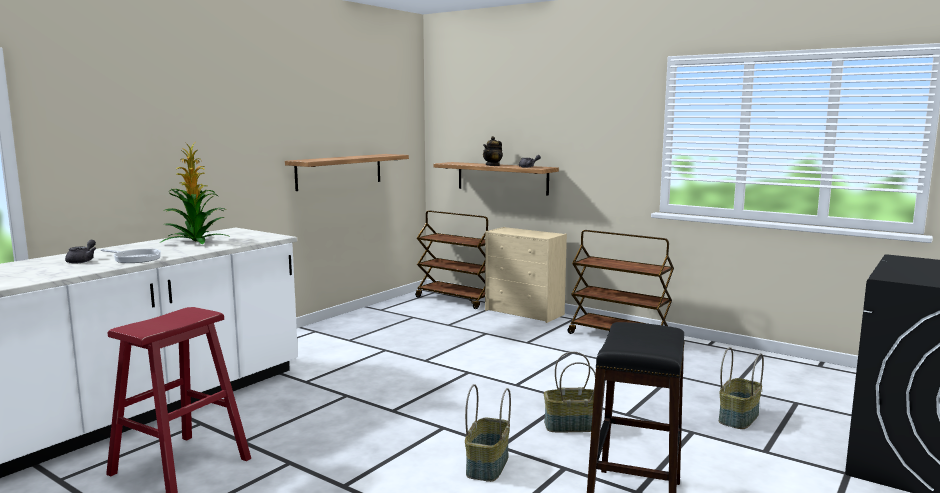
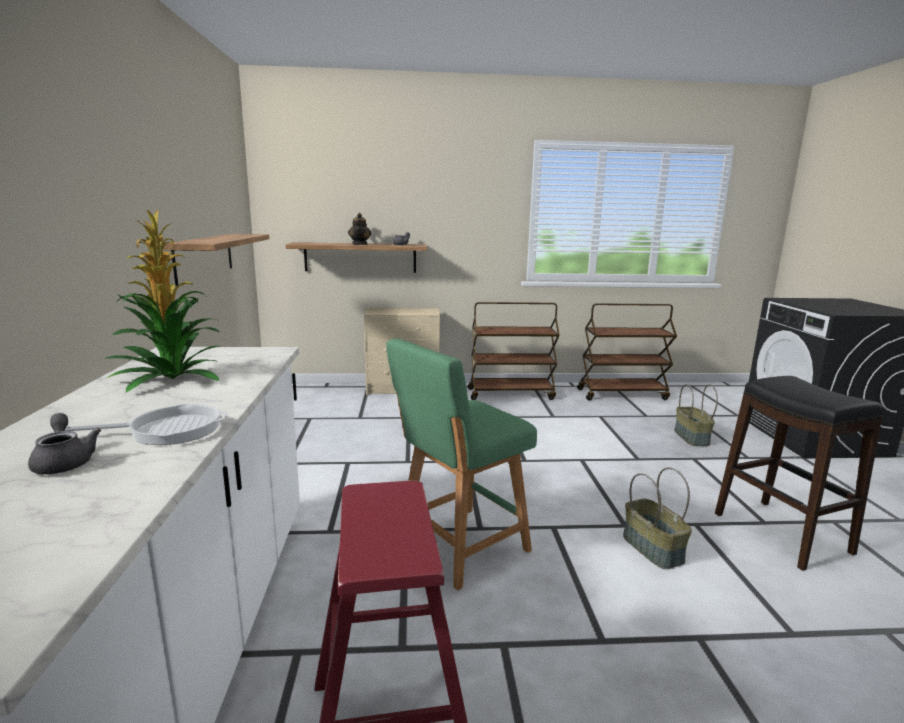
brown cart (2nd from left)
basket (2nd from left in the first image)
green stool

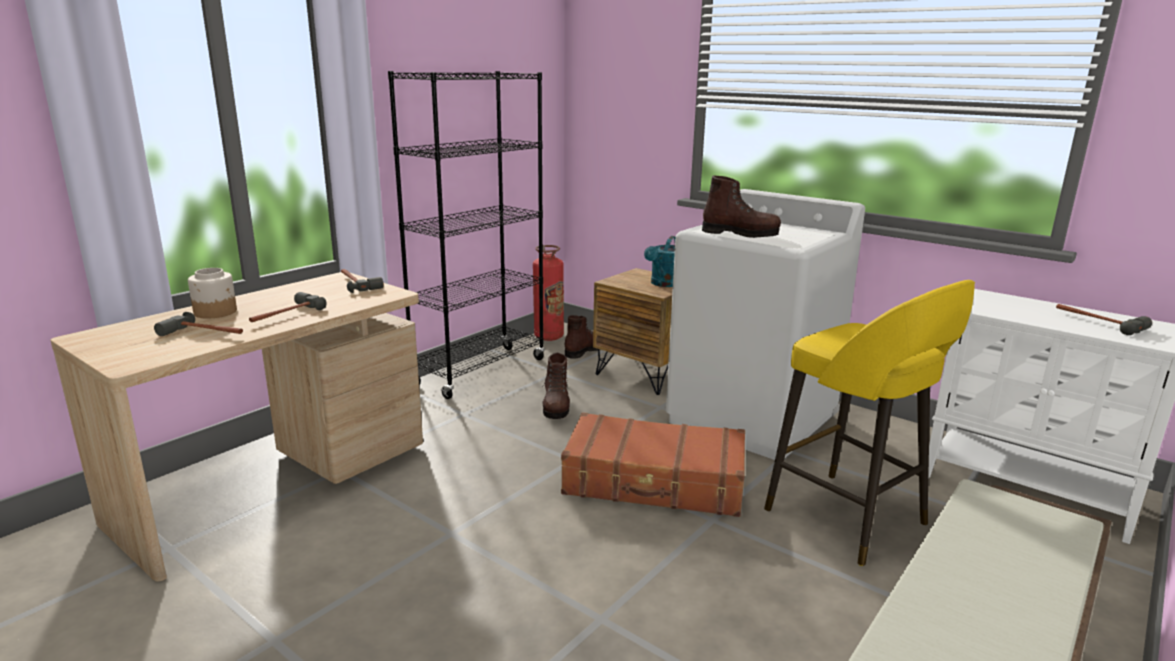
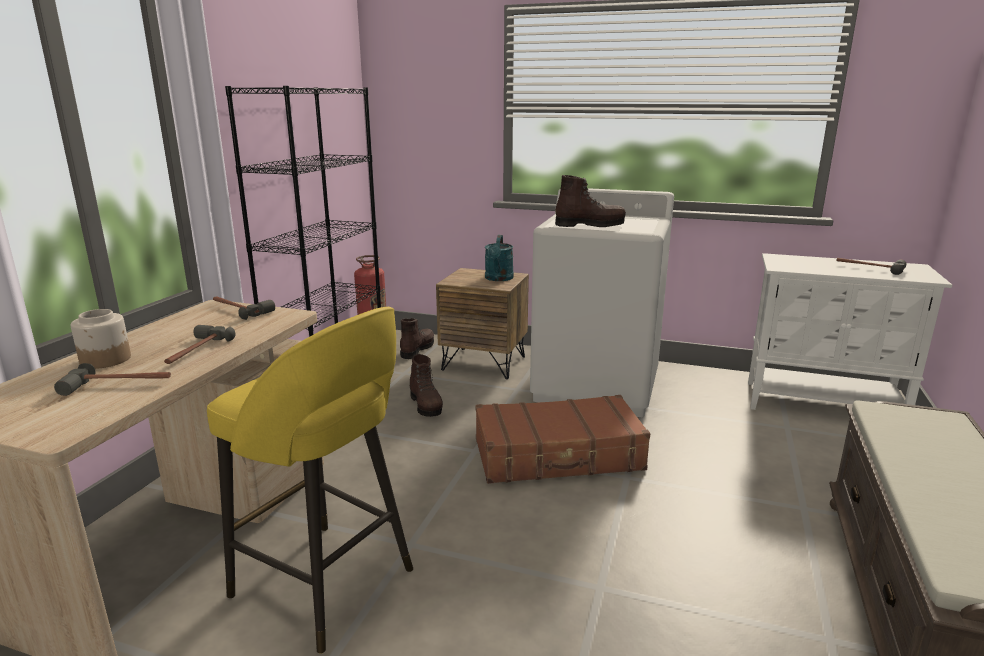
yellow stool

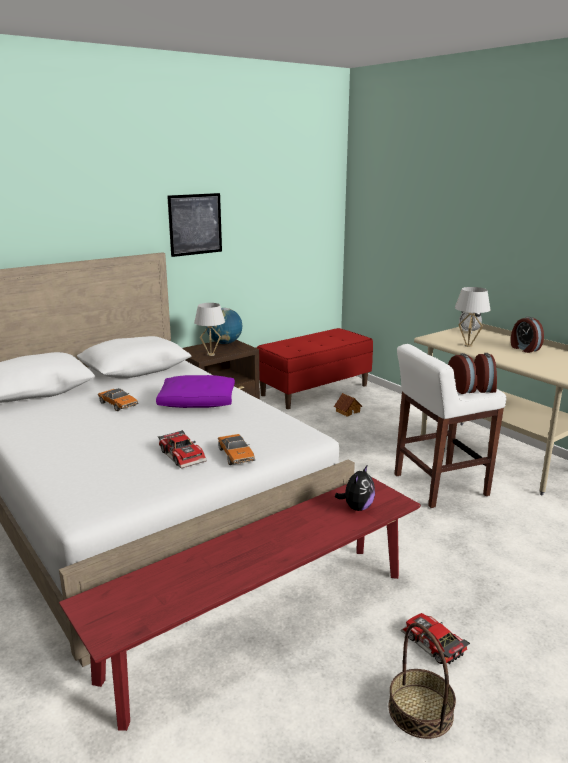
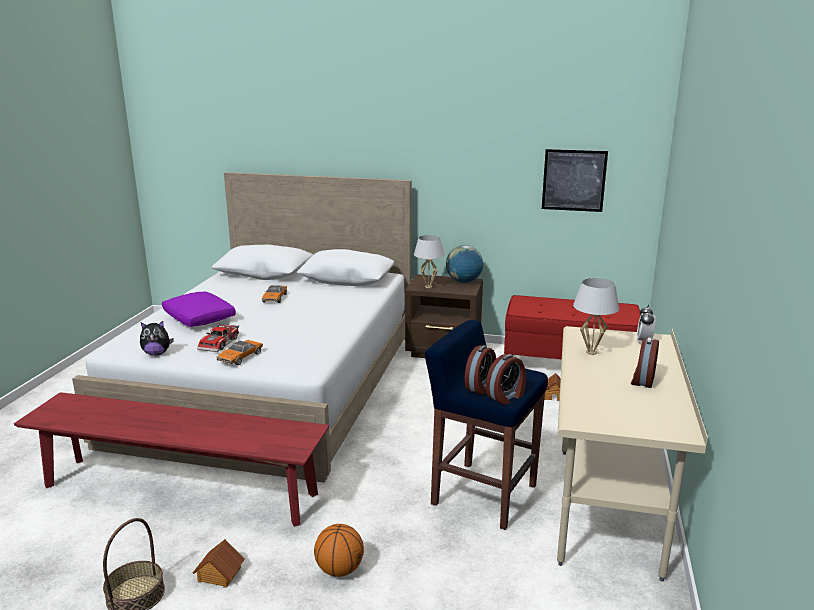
picture
blue stool
purple pillow
plush toy
toy house (1st from left)
basketball

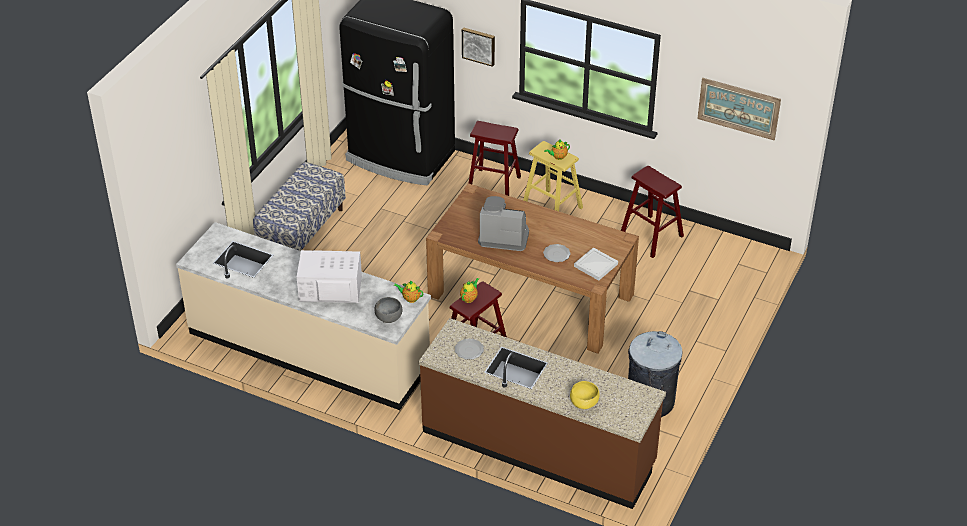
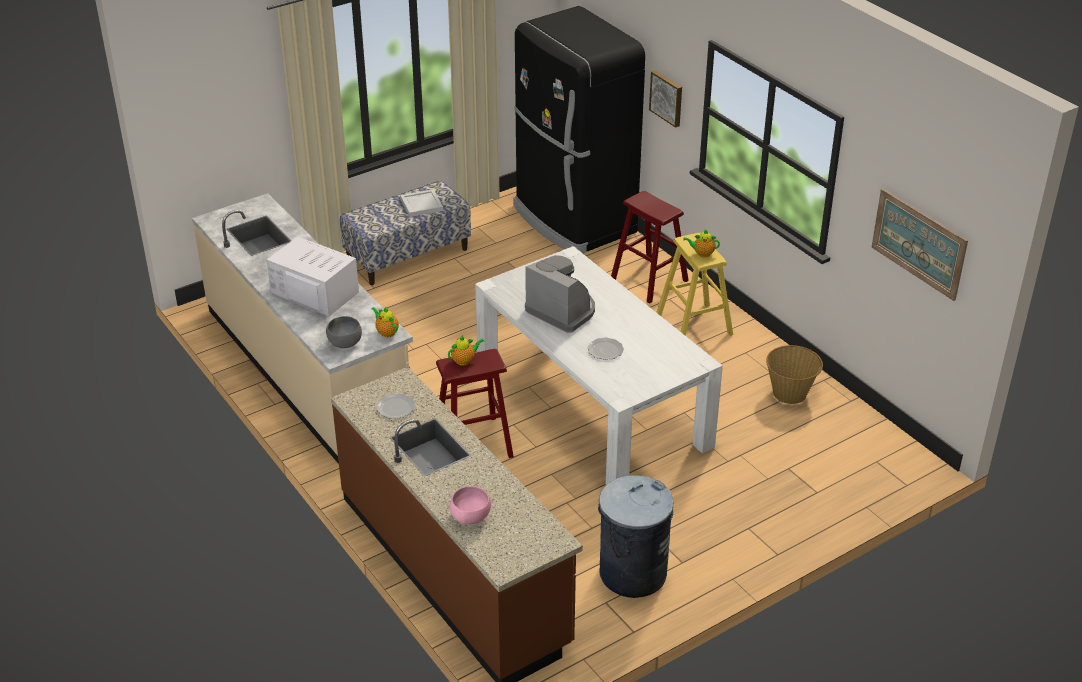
basket
white dining table
white tray
pink bowl

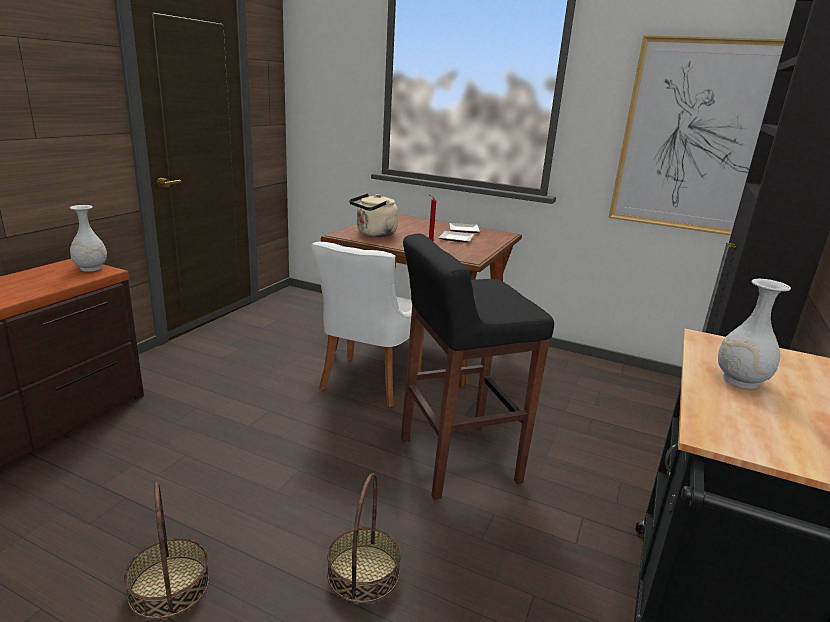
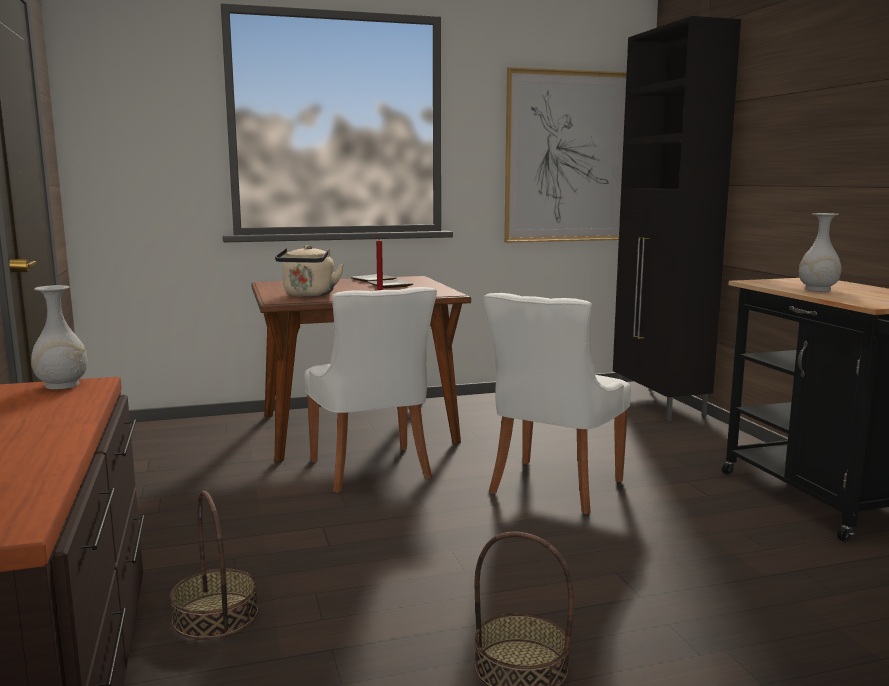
white chair (2nd from left)
basket (1st from left)

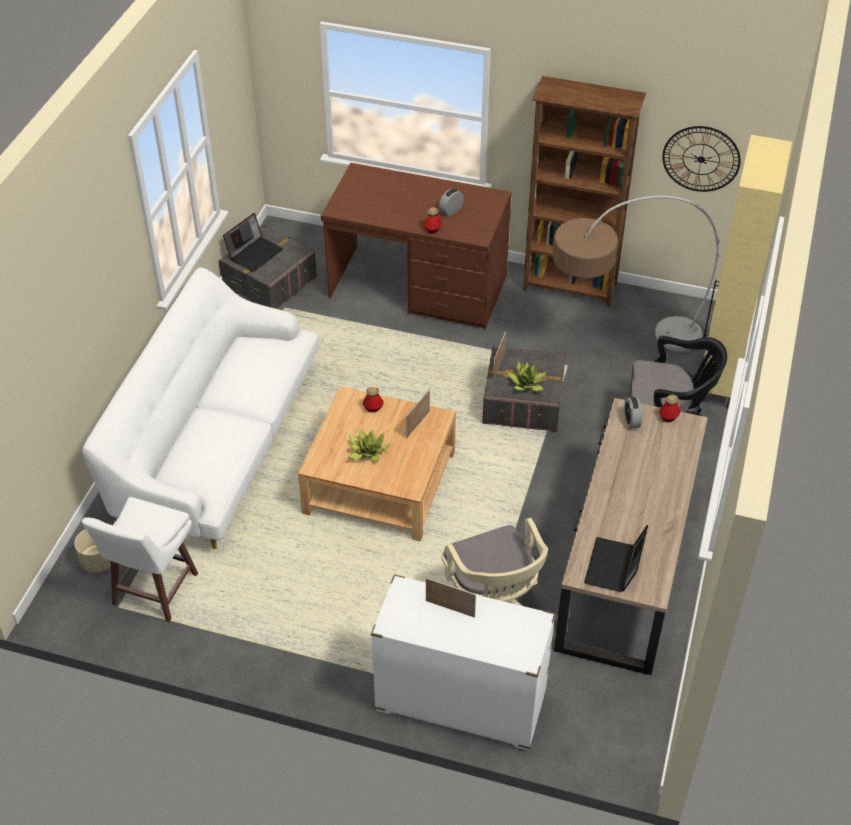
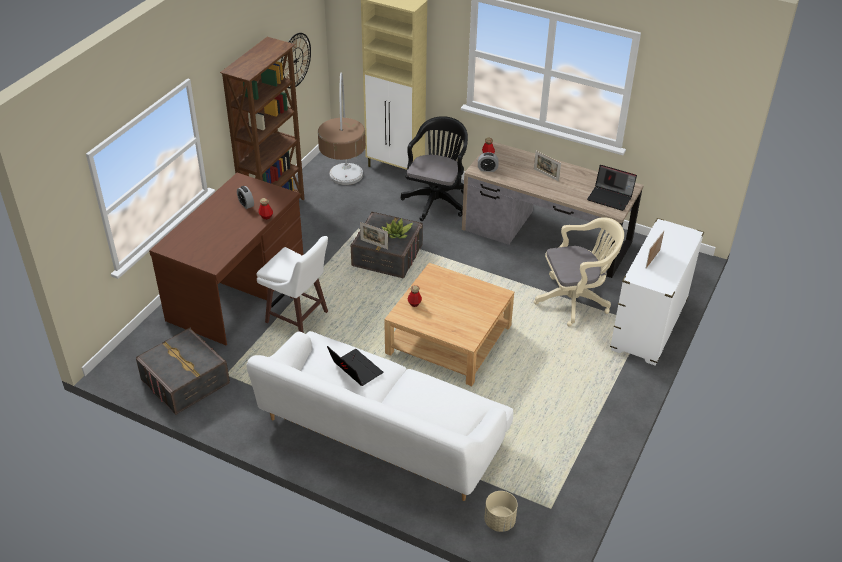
laptop (1st from left)
picture frame (2nd from left)
potted plant (1st from left in the first image)
white stool

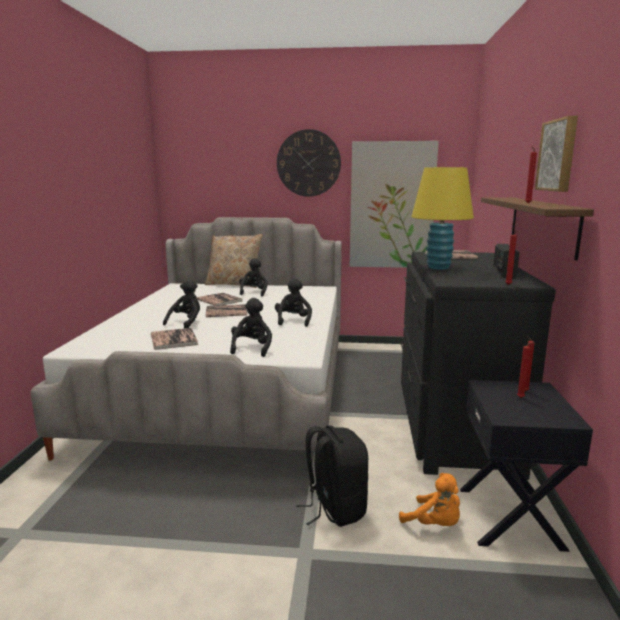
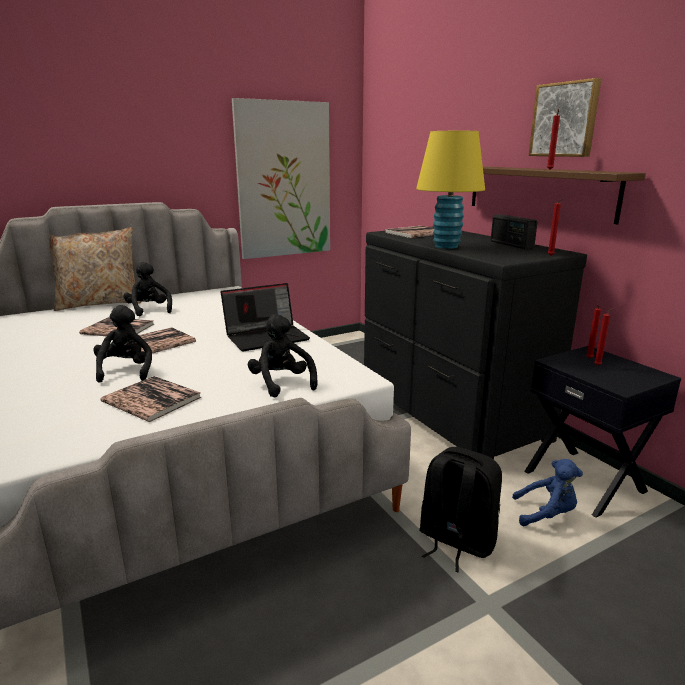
wall clock
laptop
blue plush toy

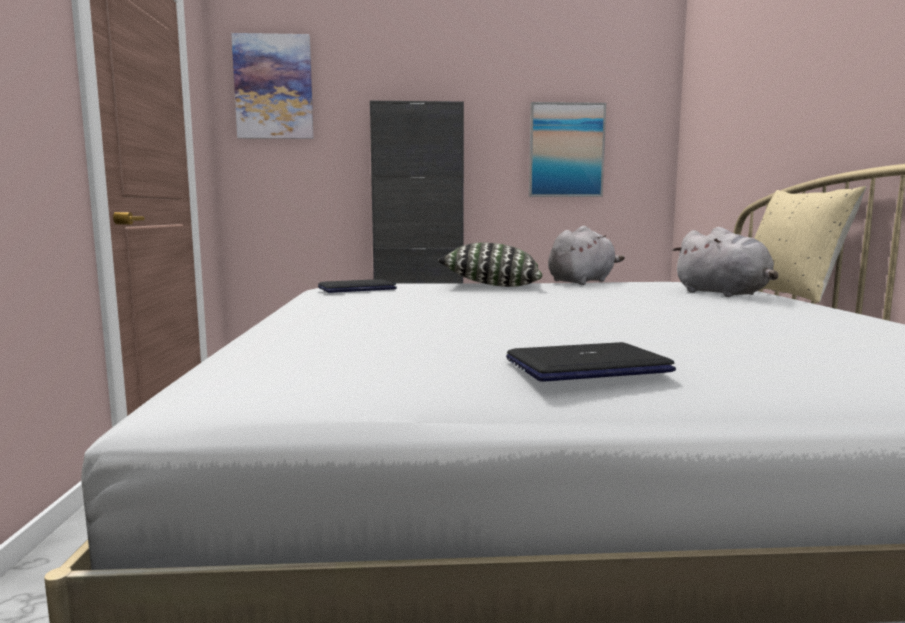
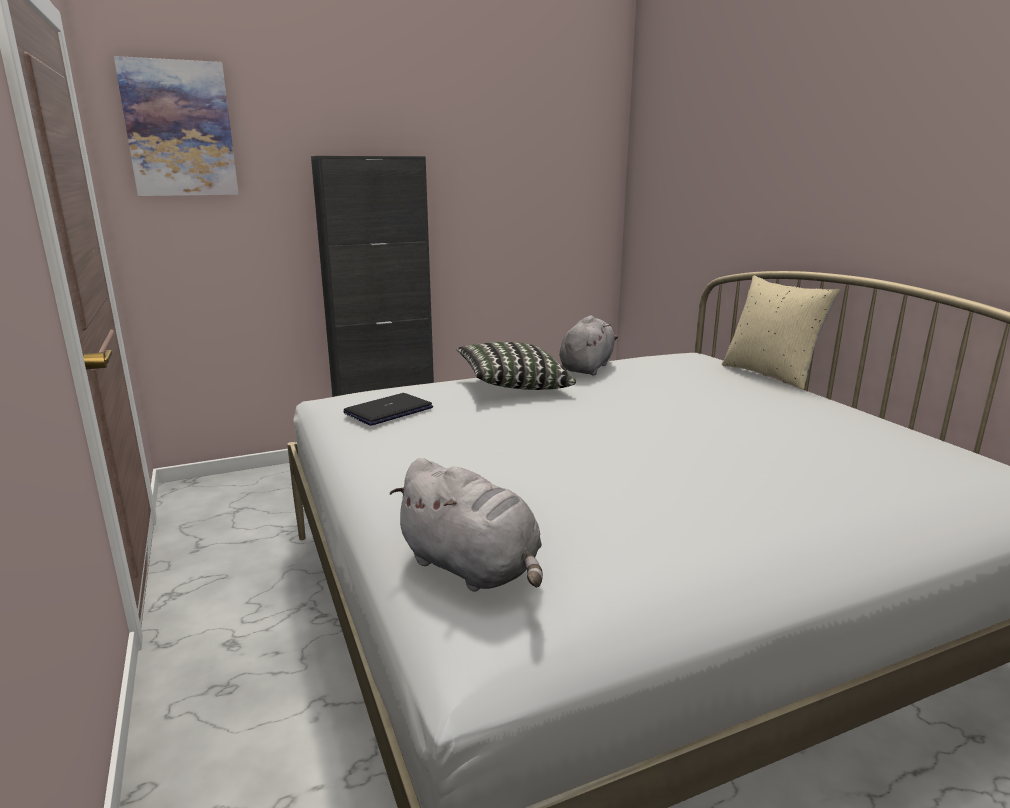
picture (2nd from left in the first image)
grey plush toy (1st from left)
laptop (2nd from left in the first image)

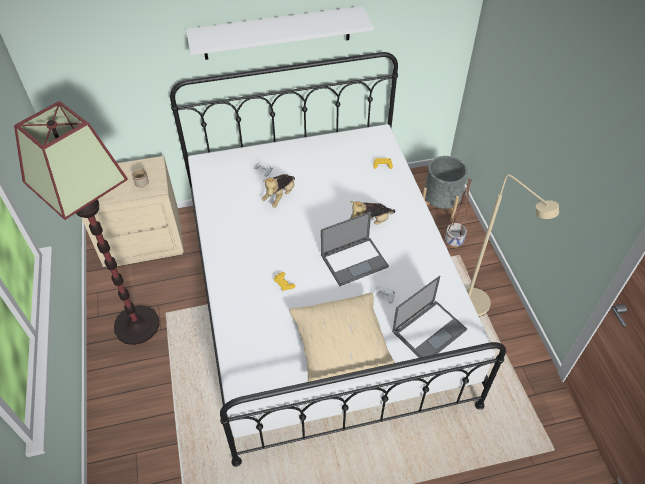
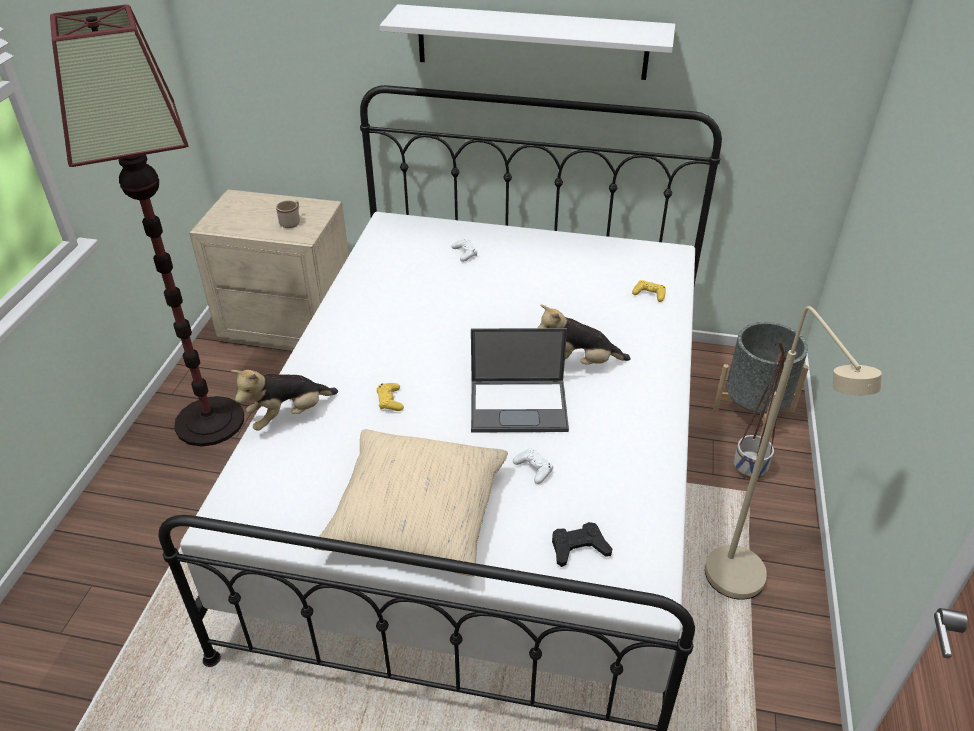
plush toy (1st from left)
black game controller

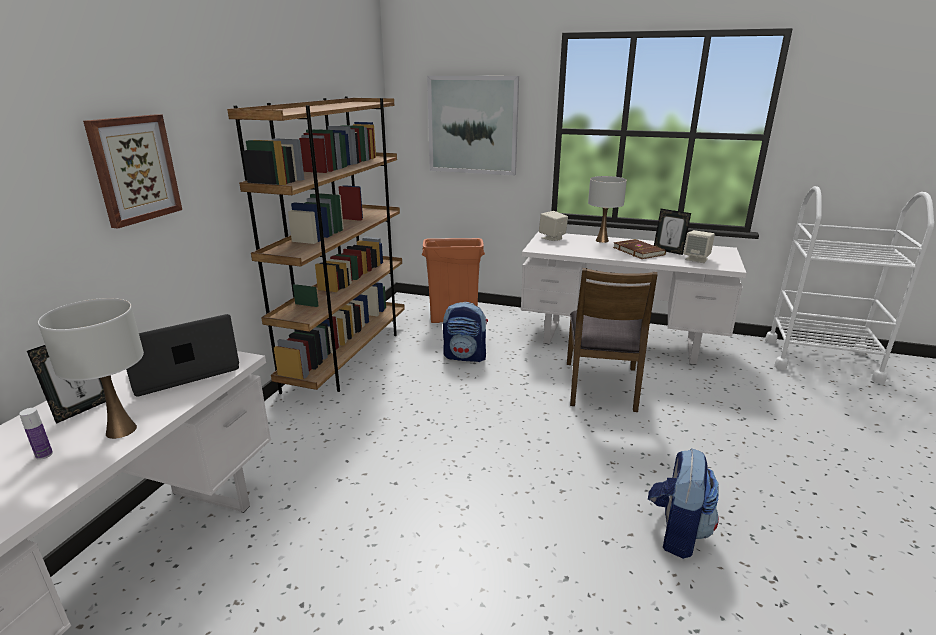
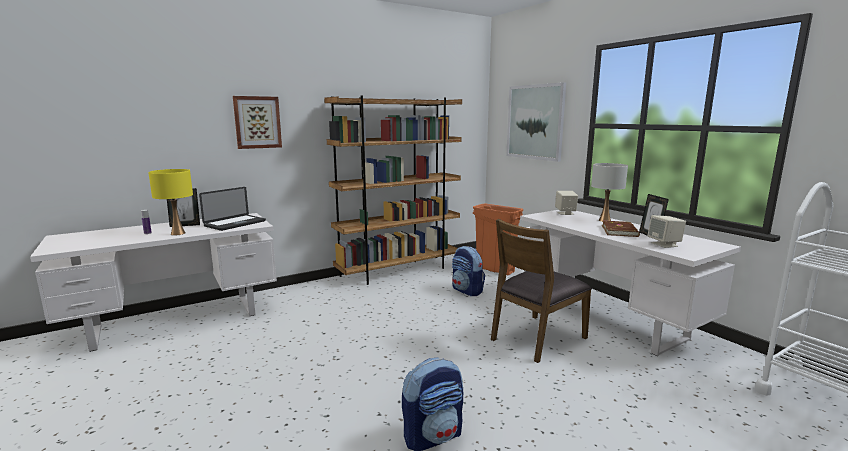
yellow table lamp
laptop

